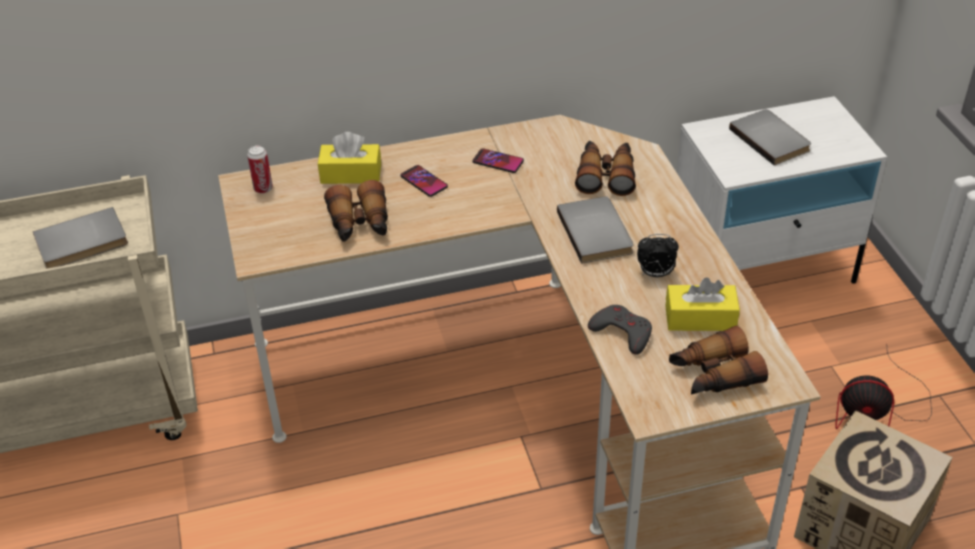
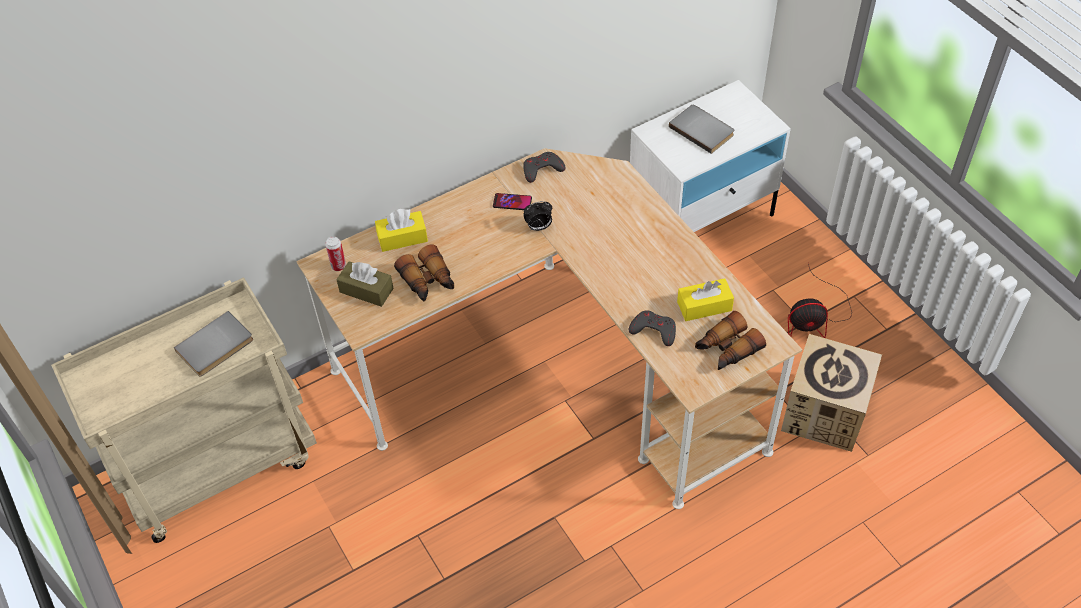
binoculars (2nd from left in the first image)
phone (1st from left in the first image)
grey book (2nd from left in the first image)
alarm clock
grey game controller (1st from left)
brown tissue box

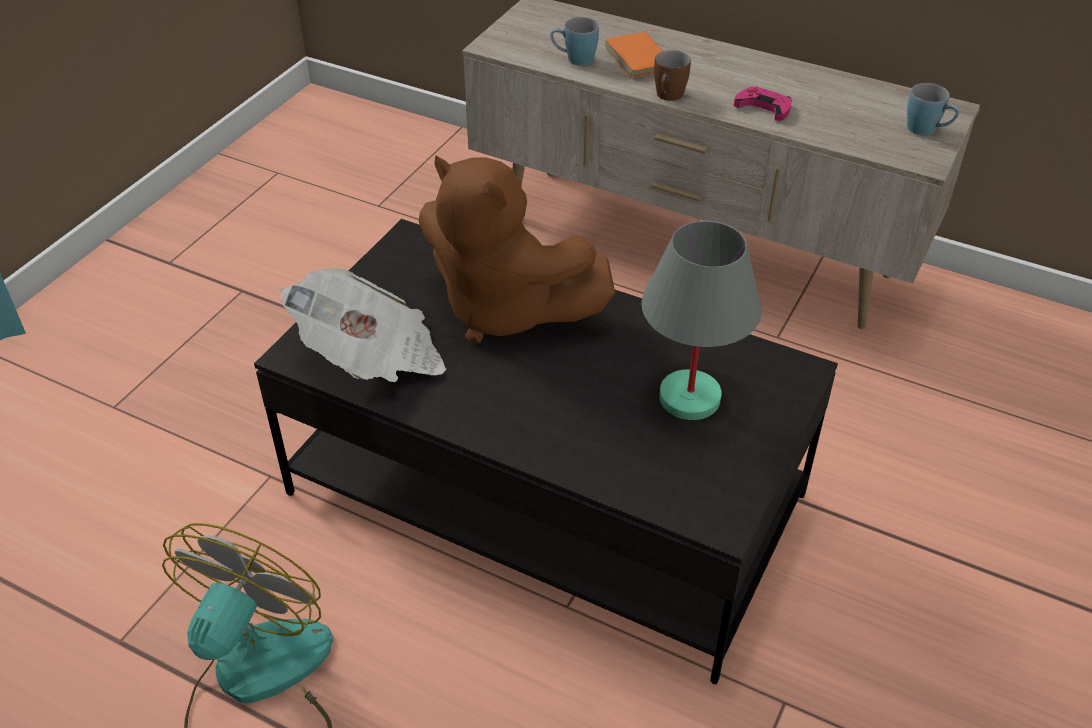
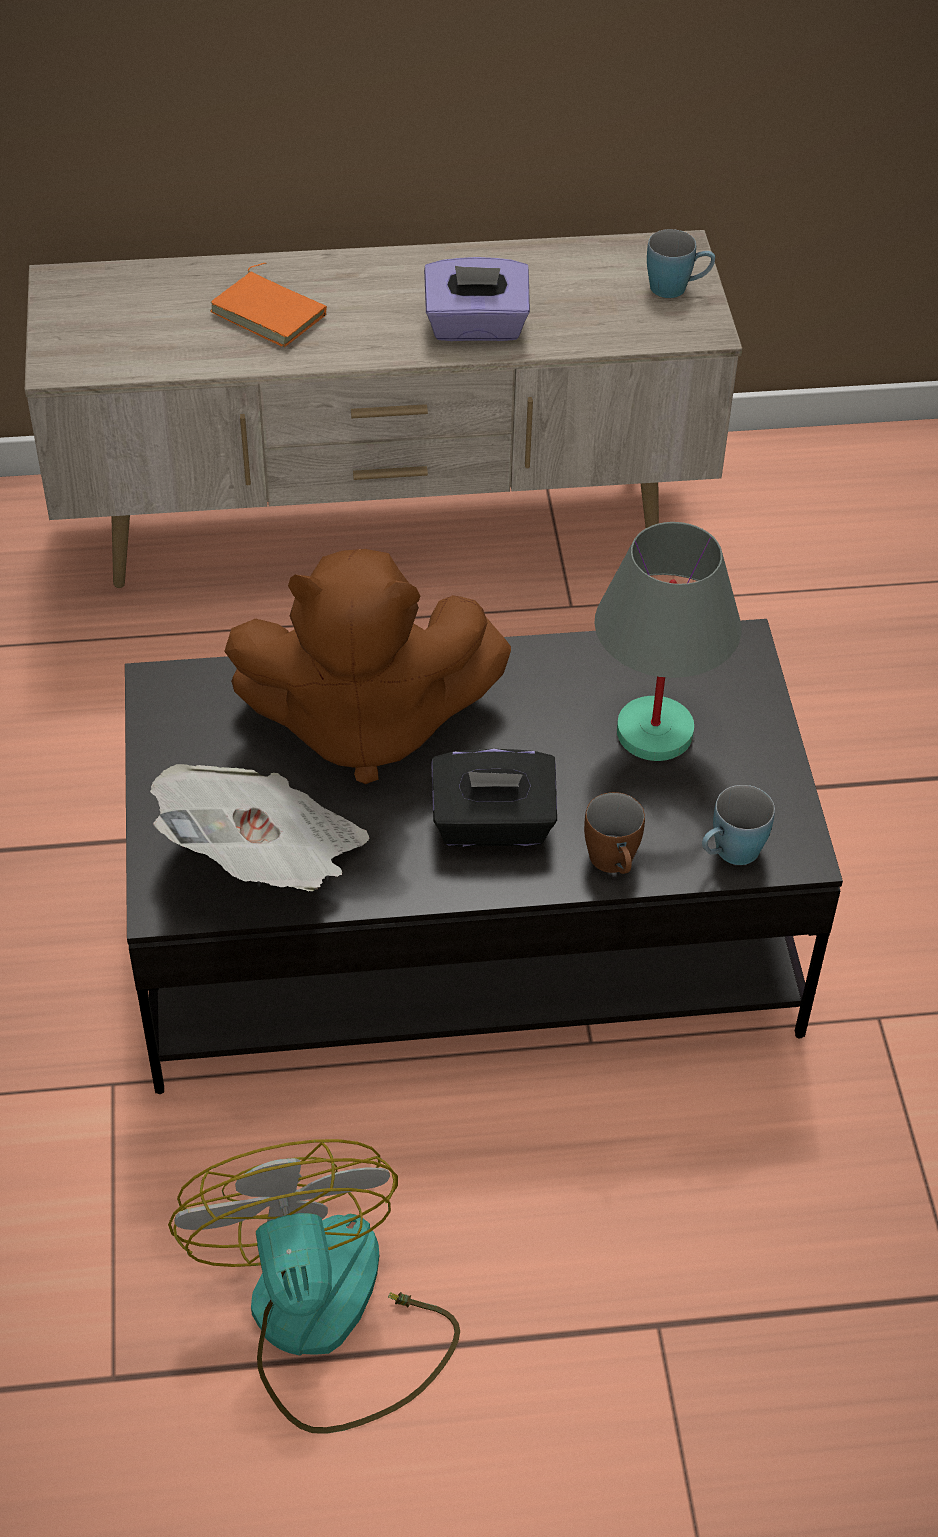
blue mug (2nd from left)
brown mug
purple tissue box
black tissue box

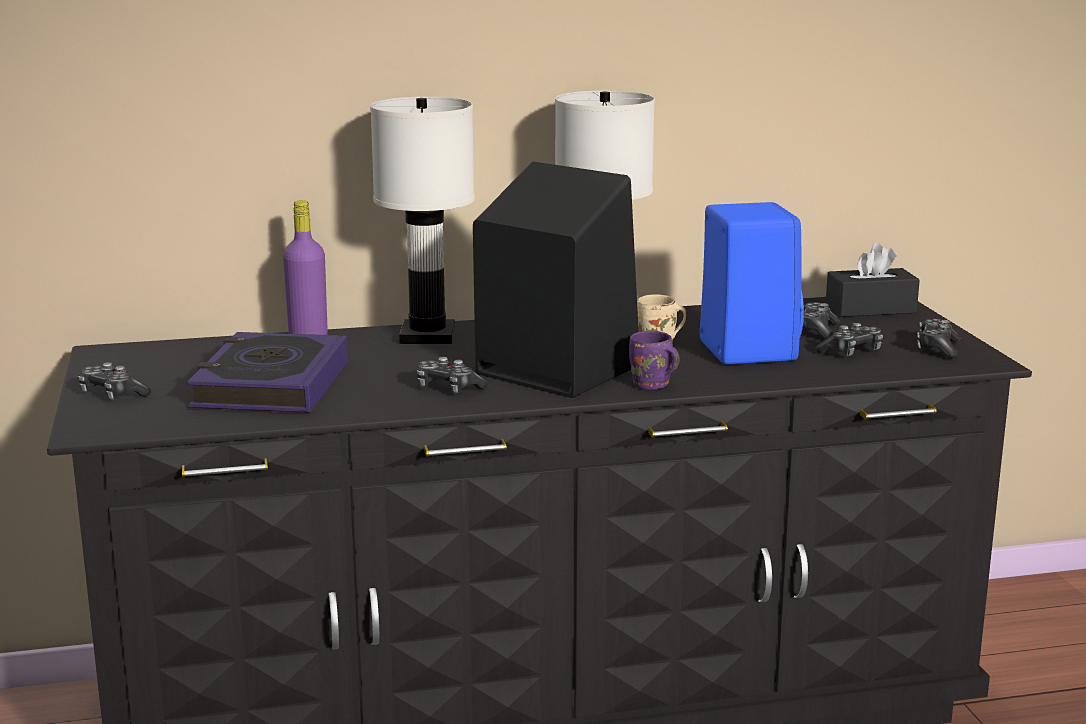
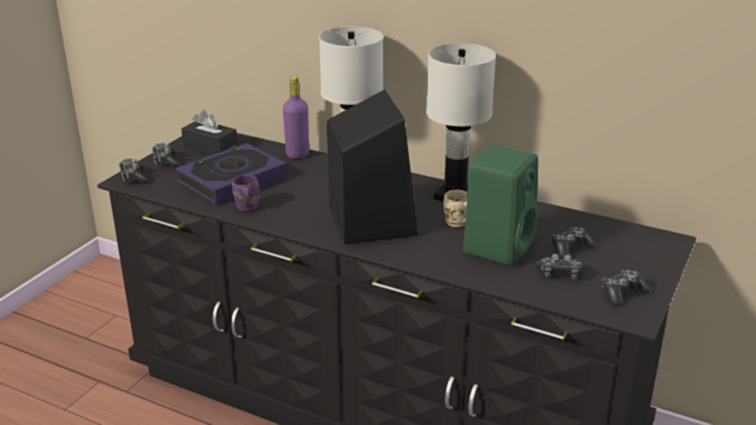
green speaker
black tissue box
purple mug
game controller (1st from left)

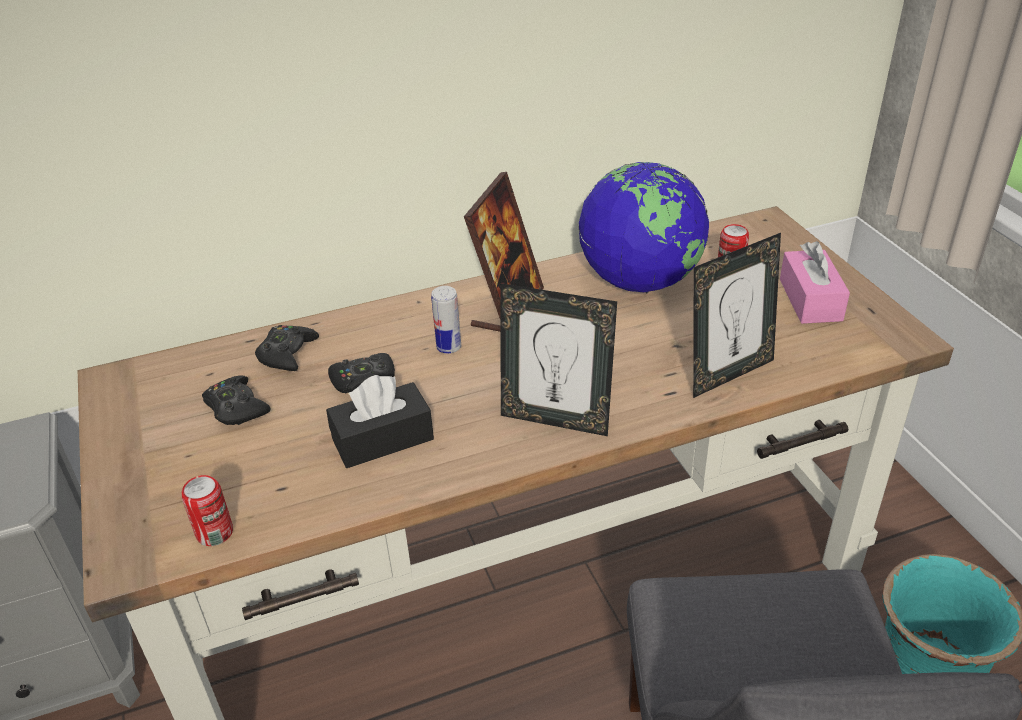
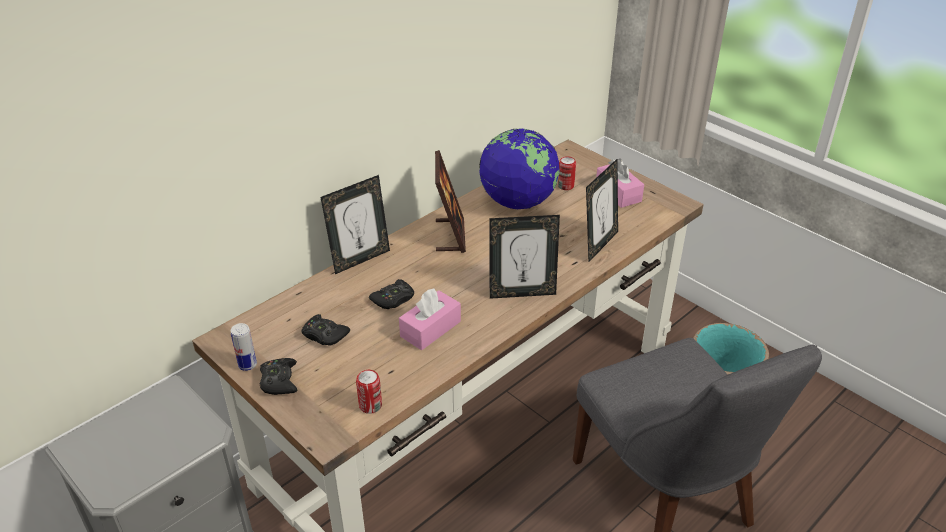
can (1st from left)
black game controller (1st from left)
pink tissue box (1st from left)
picture frame (1st from left)

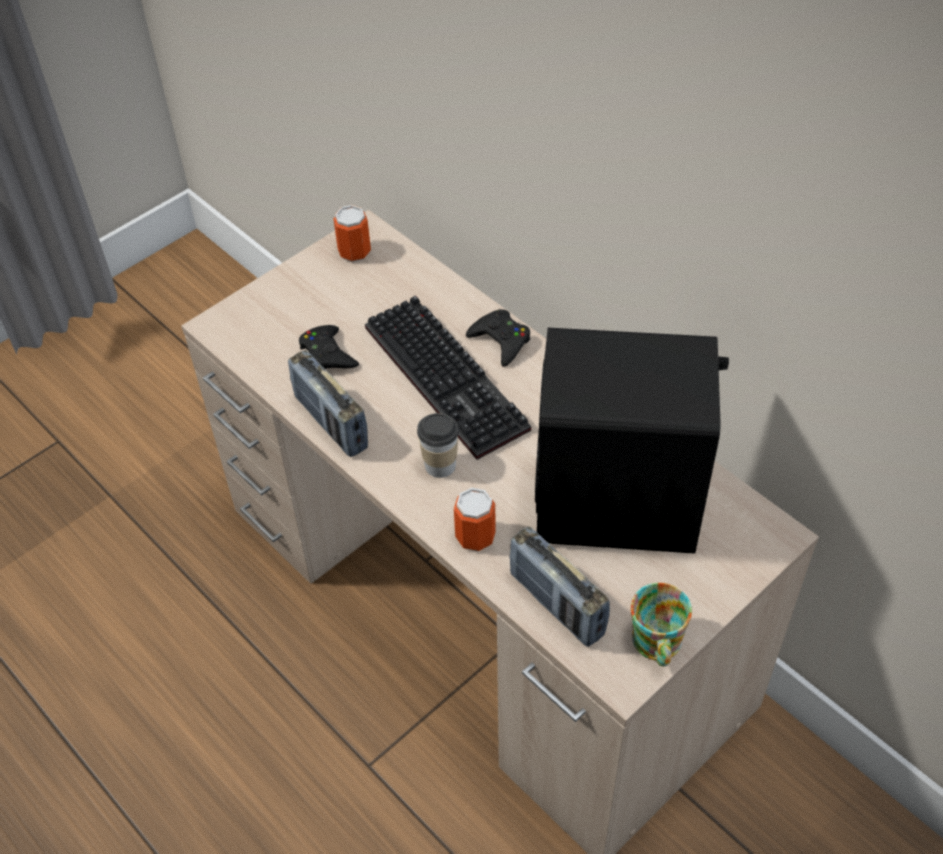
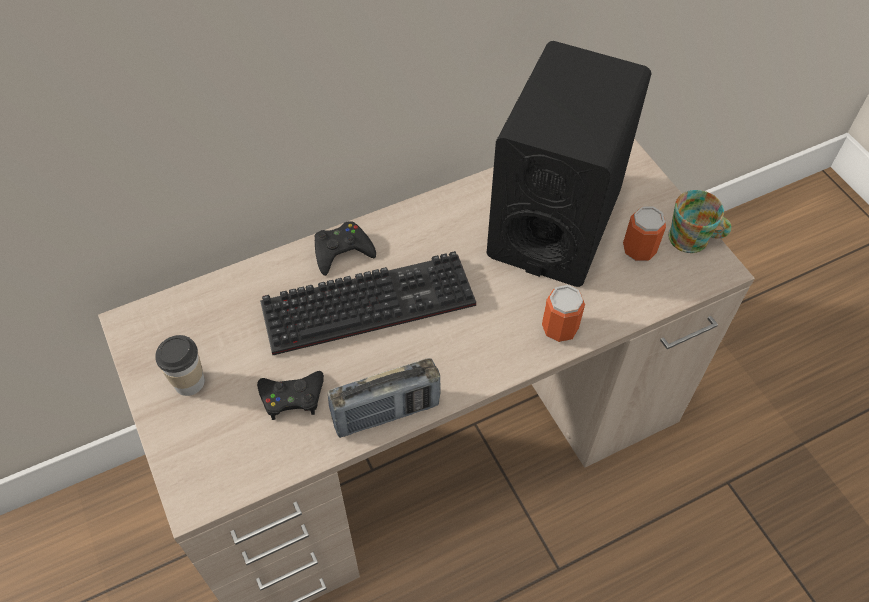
can (2nd from left)
cup
radio (2nd from left in the first image)

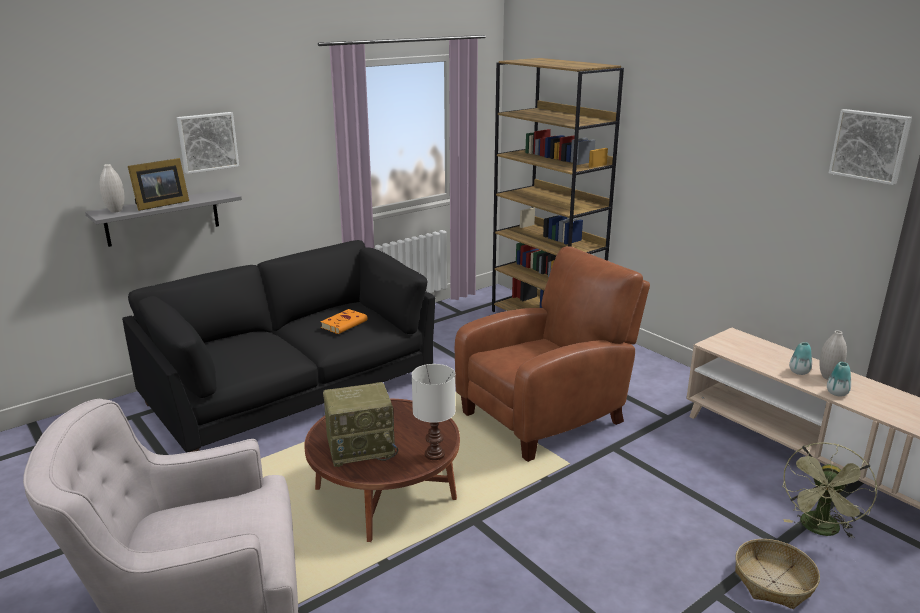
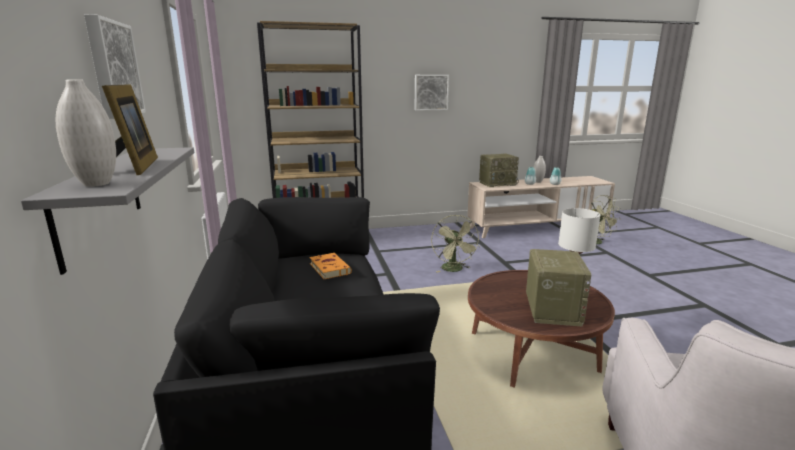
picture (2nd from left)
green fan (1st from left)
basket
radio (1st from left)

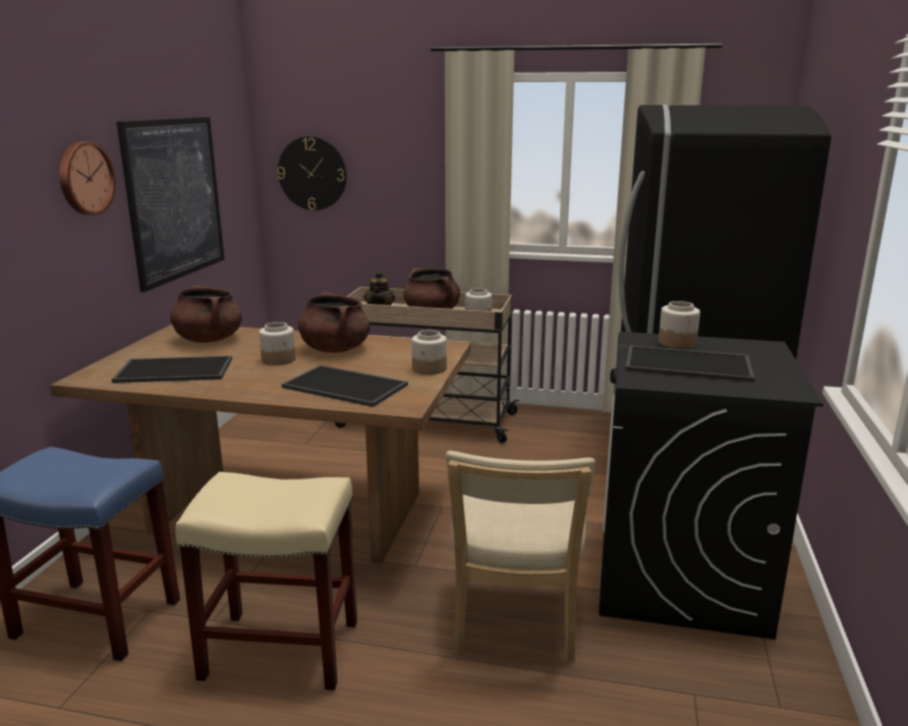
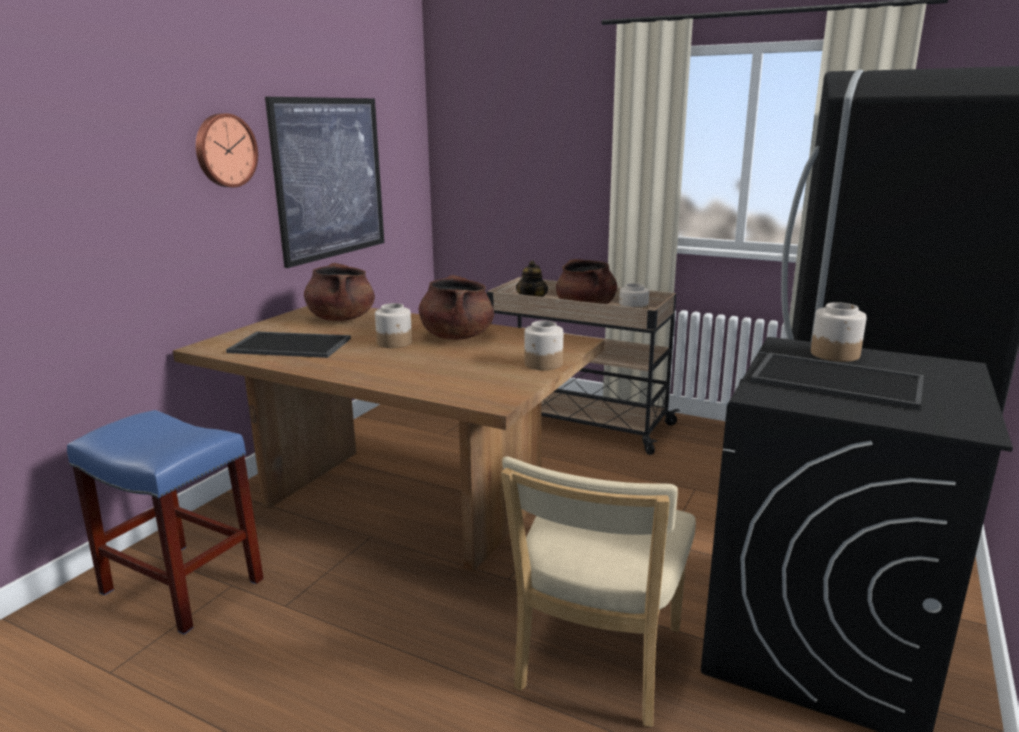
wall clock (2nd from left in the first image)
tray (2nd from left in the first image)
beige stool

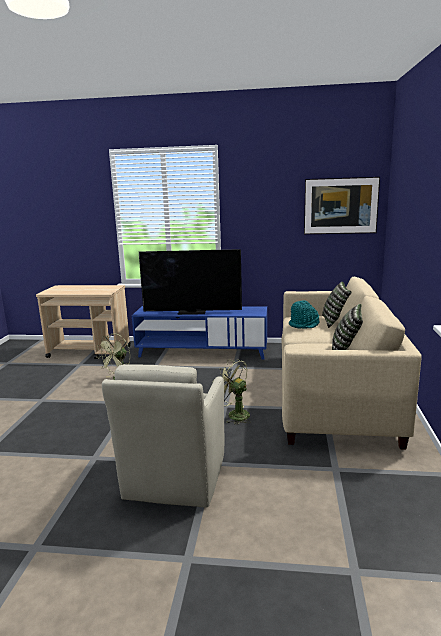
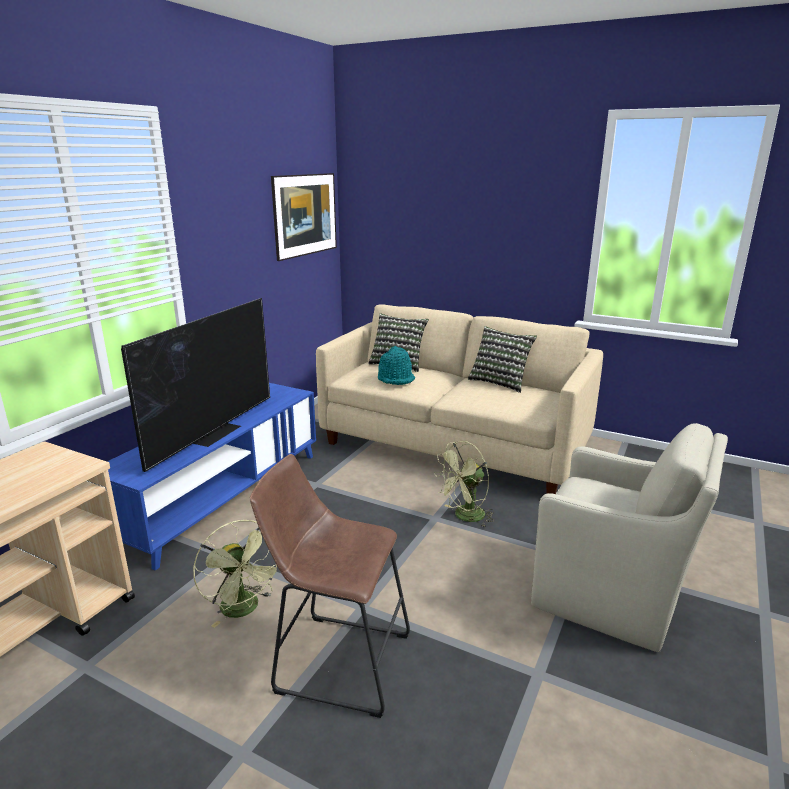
brown stool

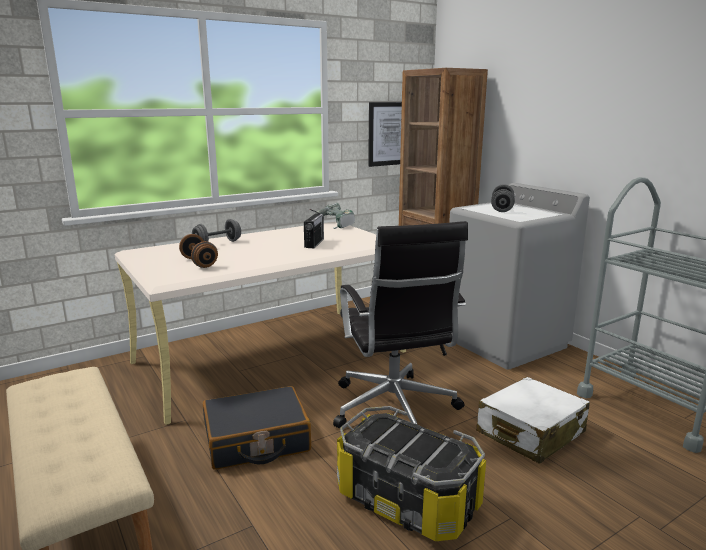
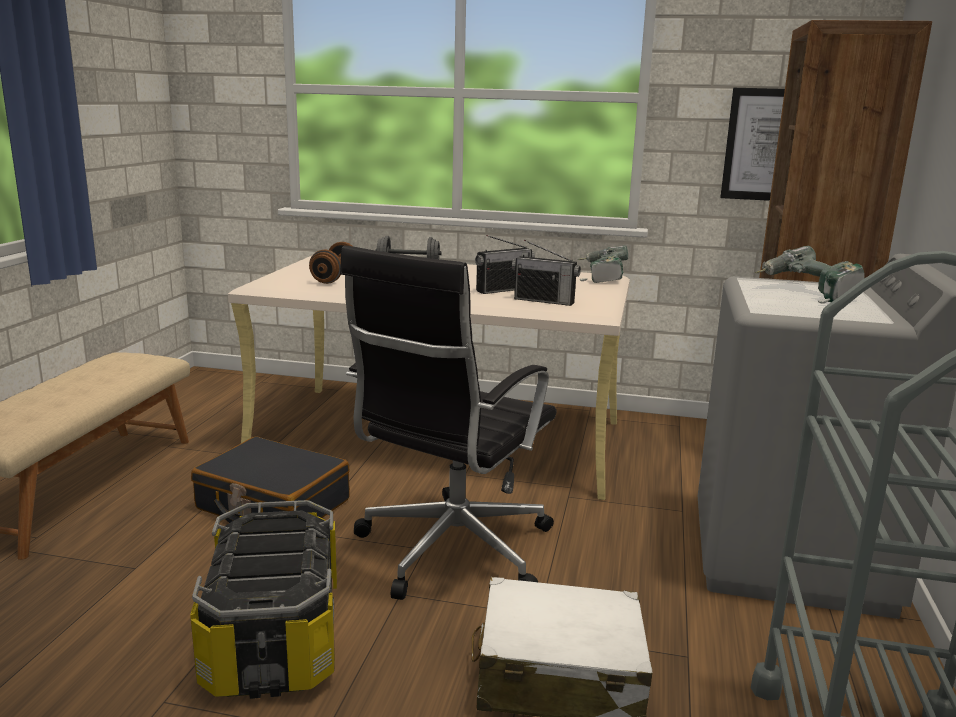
power drill (2nd from left)
radio (2nd from left)

